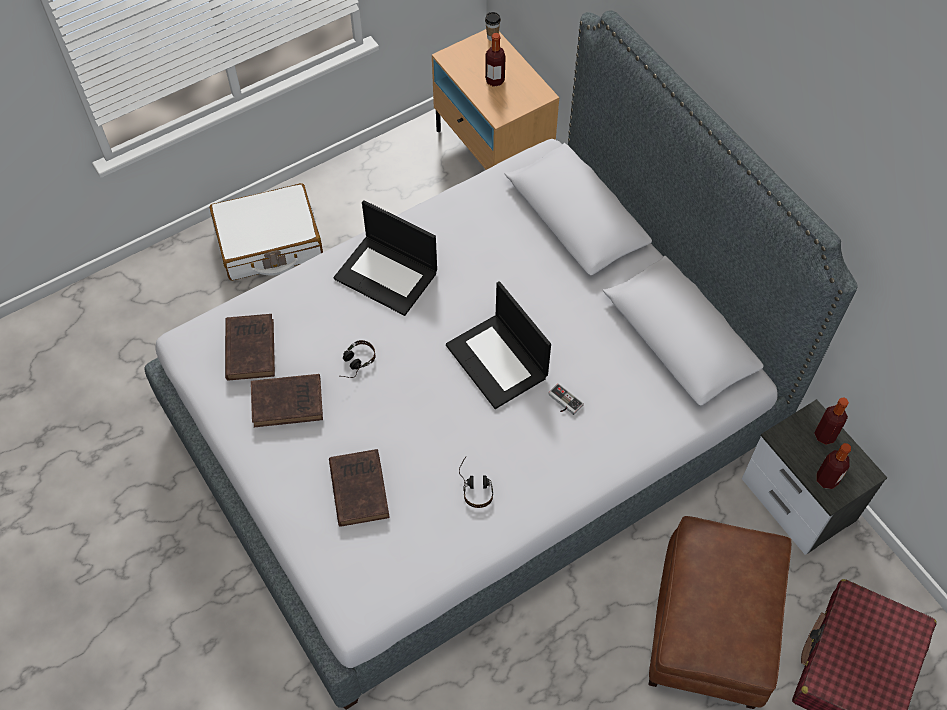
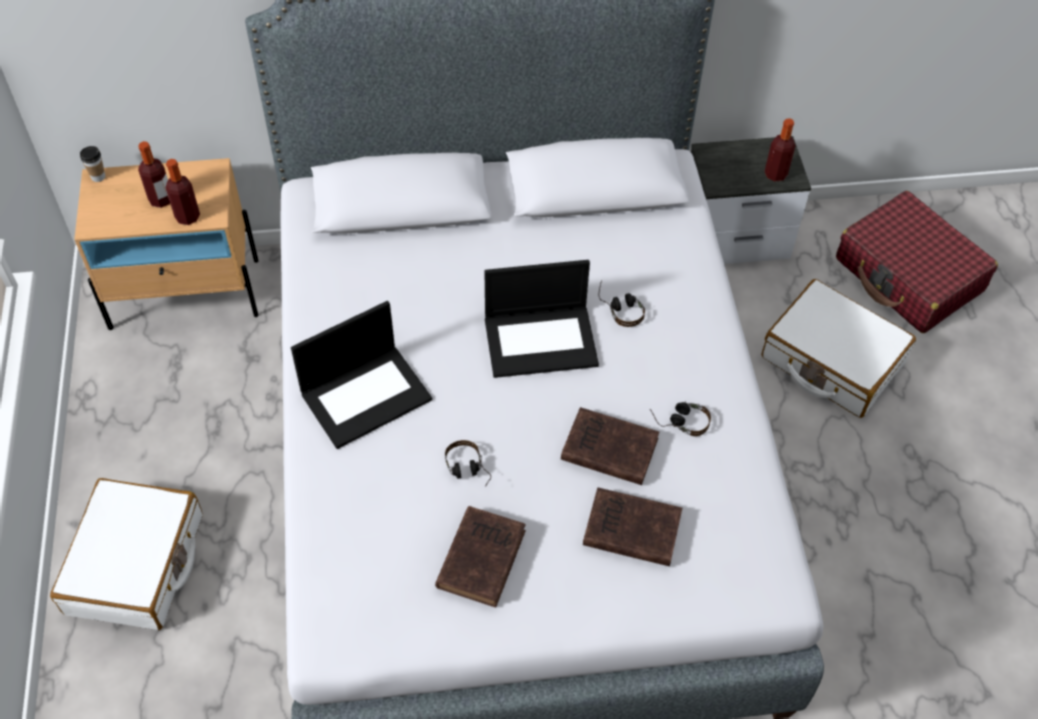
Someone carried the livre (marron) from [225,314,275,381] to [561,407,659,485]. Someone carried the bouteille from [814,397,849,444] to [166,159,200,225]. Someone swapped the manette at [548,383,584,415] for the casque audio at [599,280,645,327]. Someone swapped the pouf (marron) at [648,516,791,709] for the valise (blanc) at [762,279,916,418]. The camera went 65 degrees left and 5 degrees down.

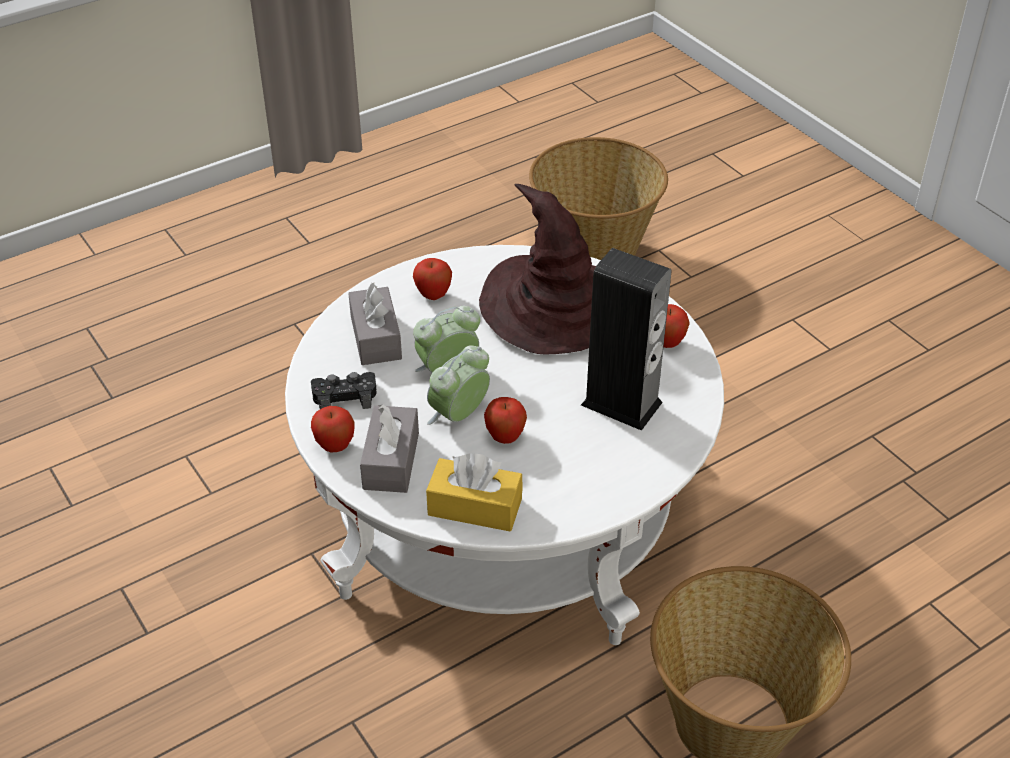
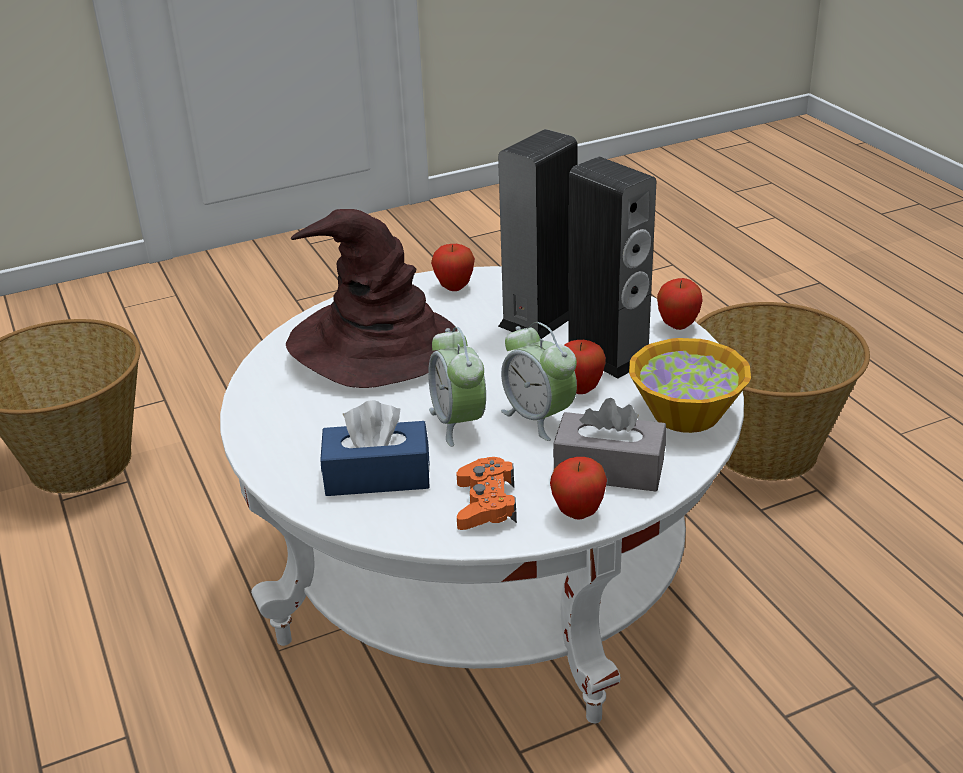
Someone put down the enceinte at [568,157,656,378]. Someone carried the pomme from [413,258,452,300] to [657,278,702,330]. Someone swapped the boîte à mouchoirs (jaune) at [426,453,522,531] for the bol at [629,338,751,433]. Someone repainted the manette (noir) at [311,372,377,409], which became the manette (orange) at [457,457,517,530]. Someone repainted the boîte à mouchoirs (gris) at [348,283,402,365], which became the boîte à mouchoirs (bleu) at [320,400,430,496]. The camera went 80 degrees left and 10 degrees down.

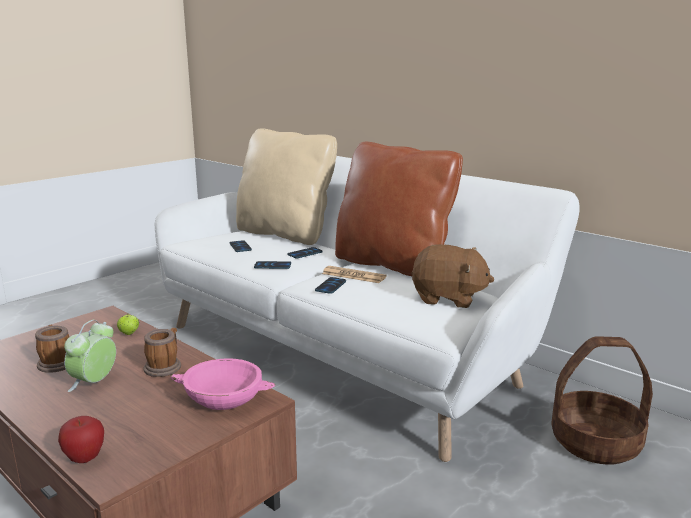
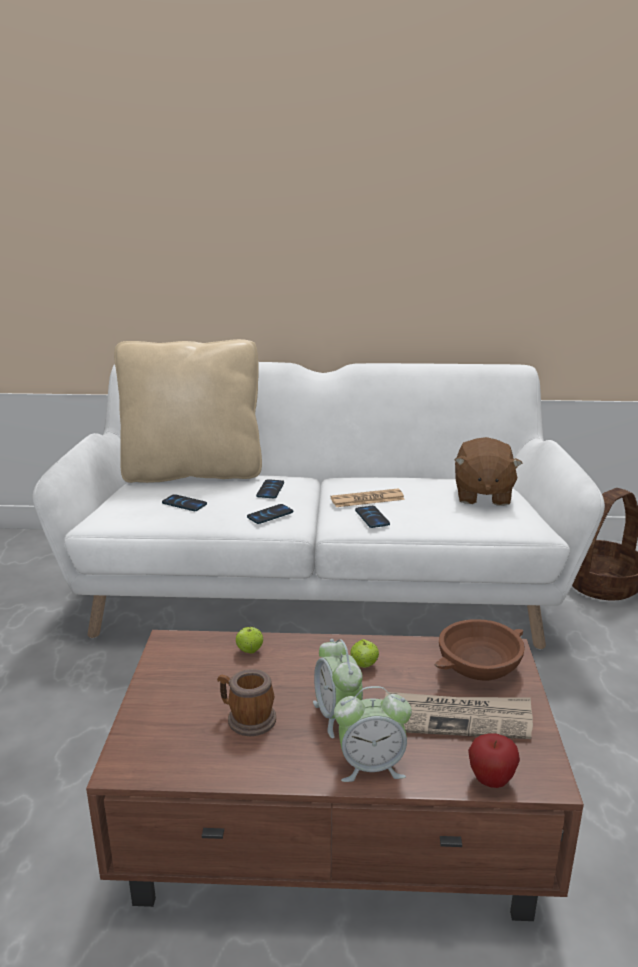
Someone took away the coussin (marron) at [335,142,463,276]. Someone put down the réveil at [334,686,412,782]. Someone put down the journal at [380,692,533,739]. Someone swapped the mug at [144,328,181,377] for the pomme at [351,639,379,668]. Someone repainted the bol (rose) at [170,358,275,410], which became the bol (marron) at [435,619,525,681]. Someone rotated the peluche (marron) at [411,244,494,308] by 120 degrees clockwise. The camera went 40 degrees left and 5 degrees up.

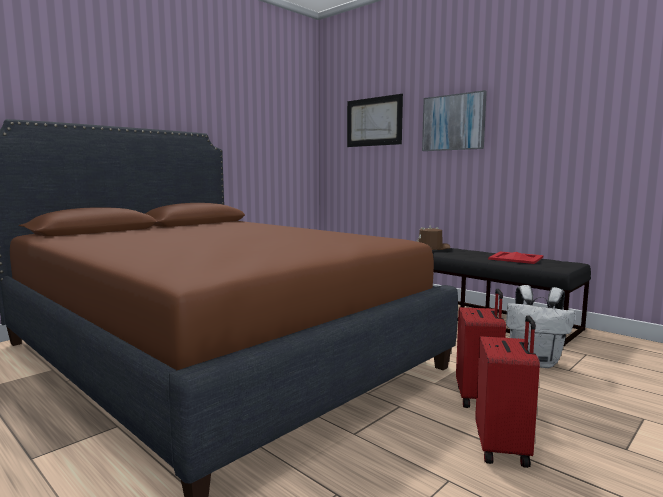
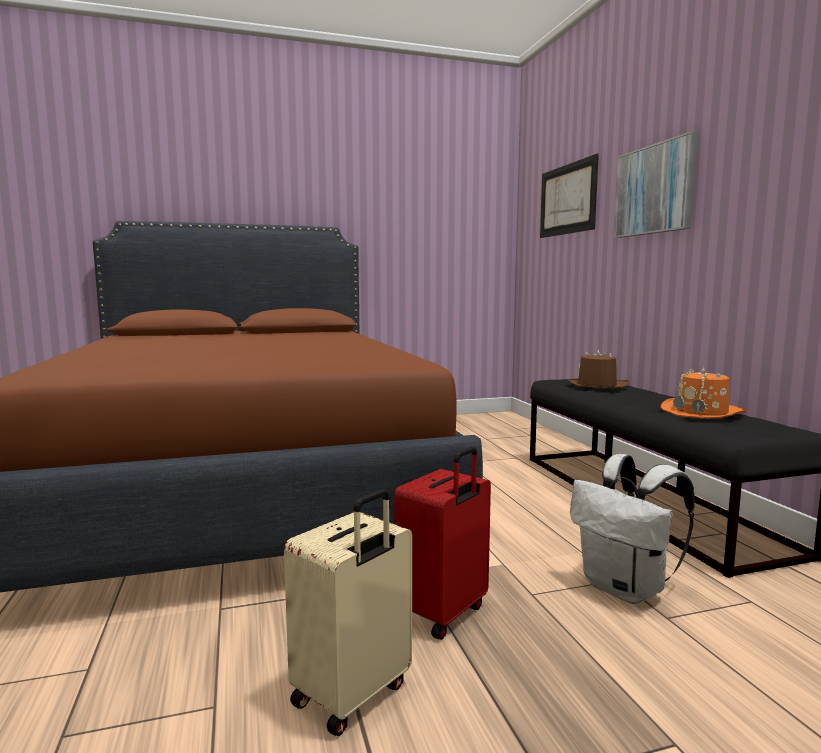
Someone swapped the plateau (rouge) at [488,252,543,264] for the chapeau (orange) at [660,367,746,419]. Someone repainted the valise (rouge) at [475,315,540,468], which became the valise (beige) at [284,489,412,736]. The camera went 30 degrees right and 0 degrees up.

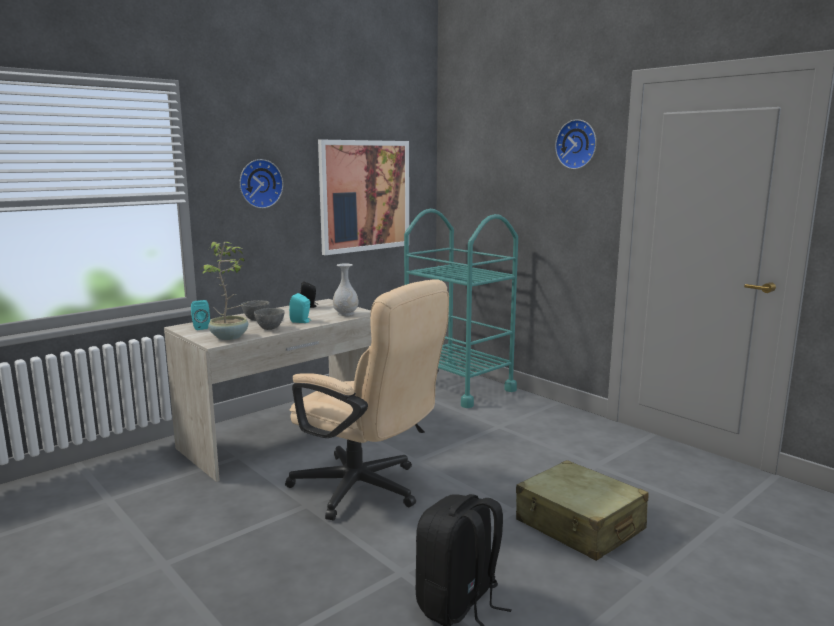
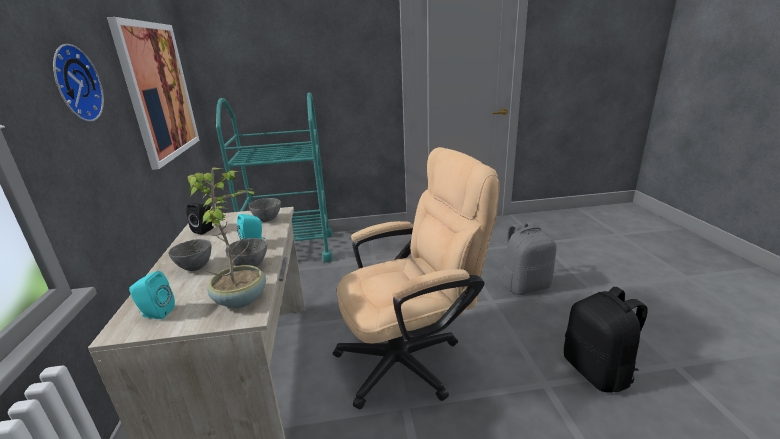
Someone took away the horloge murale at [555,119,596,169]. Someone swapped the vase (blanc) at [333,264,359,316] for the bol (gris) at [249,198,281,222]. Someone swapped the valise (beige) at [516,460,649,561] for the sac à dos (gris) at [501,221,557,295]. The camera went 55 degrees left and 10 degrees up.

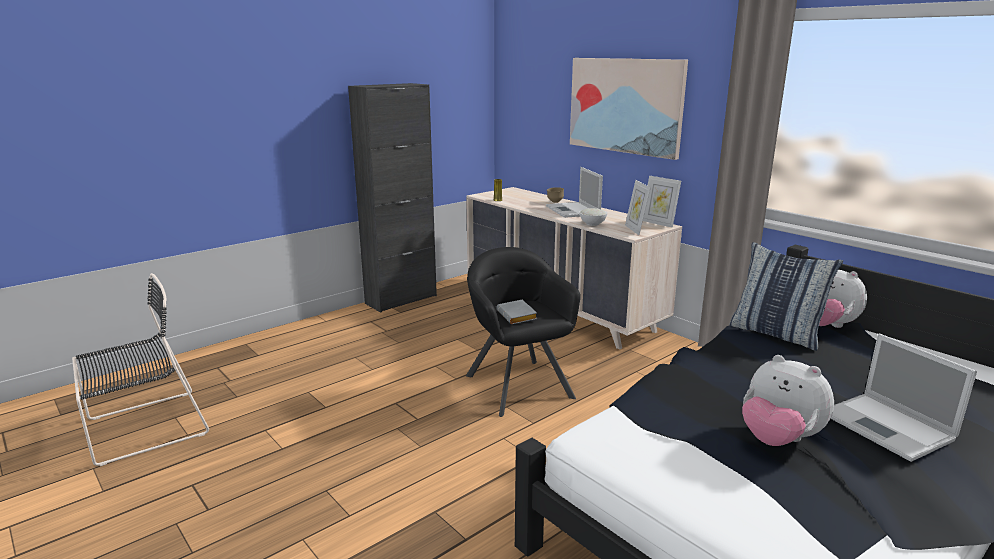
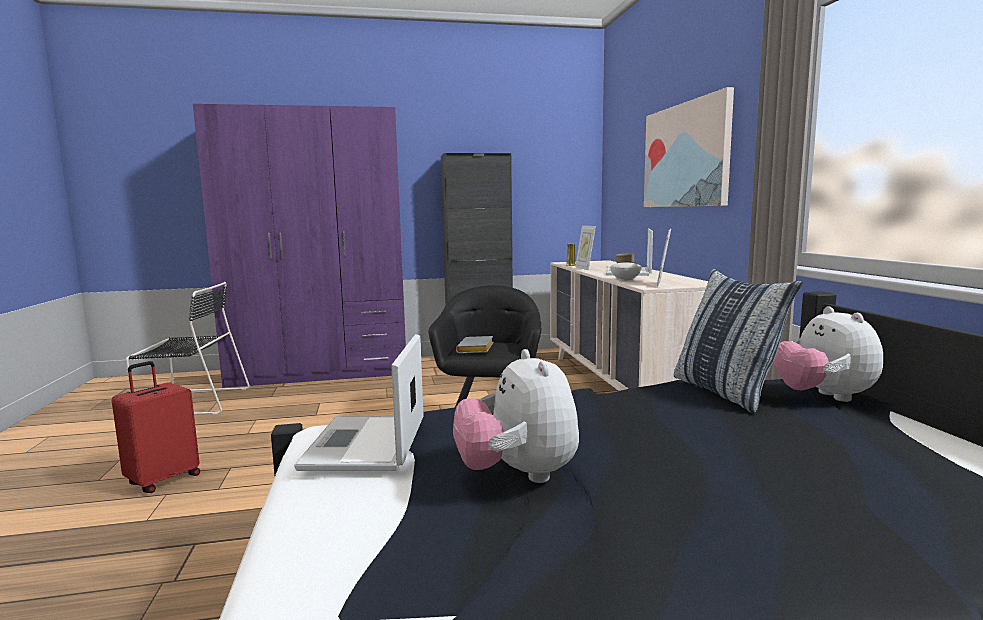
Someone put down the valise (rouge) at [112,361,200,493]. Someone put down the armoire (violet) at [193,104,406,388]. Someone carried the cadre photo from [643,176,681,228] to [575,225,596,270]. Someone carried the ordinateur portable from [831,333,977,462] to [294,334,424,471]. The camera went 30 degrees right and 10 degrees down.

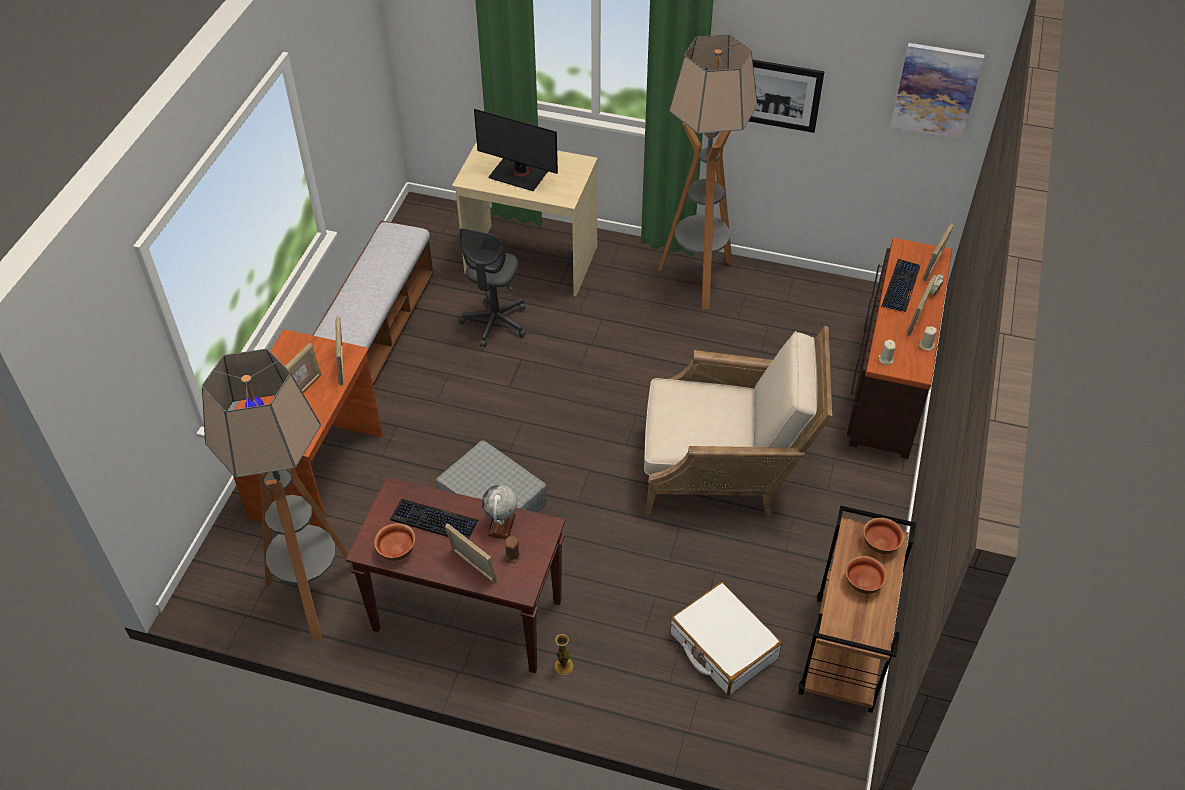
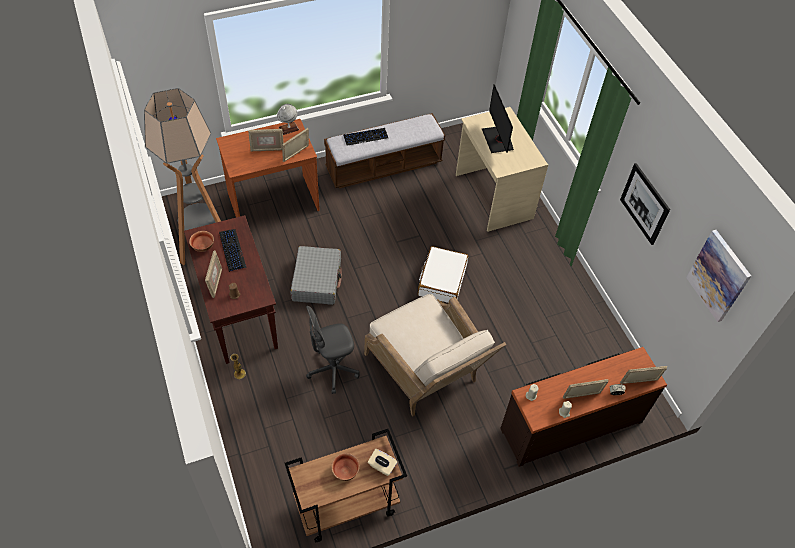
Someone took away the lampadaire at [658,34,758,309]. Someone carried the chaise de bureau (gris) from [459,228,526,347] to [306,306,360,394]. Someone carried the globe from [482,485,517,539] to [277,104,299,135]. Someone carried the valise (blanc) from [670,582,782,695] to [418,246,468,303]. Someone carried the clavier from [882,259,920,313] to [343,128,388,146]. Someone swapped the bol at [863,518,904,554] for the boîte à mouchoirs (beige) at [368,449,397,476]. The camera went 50 degrees right and 5 degrees up.

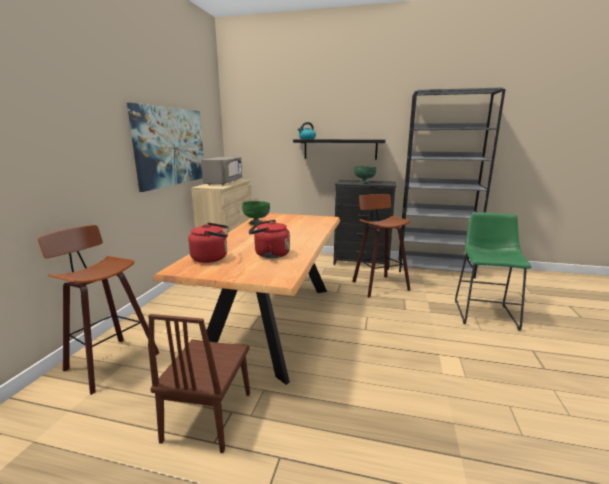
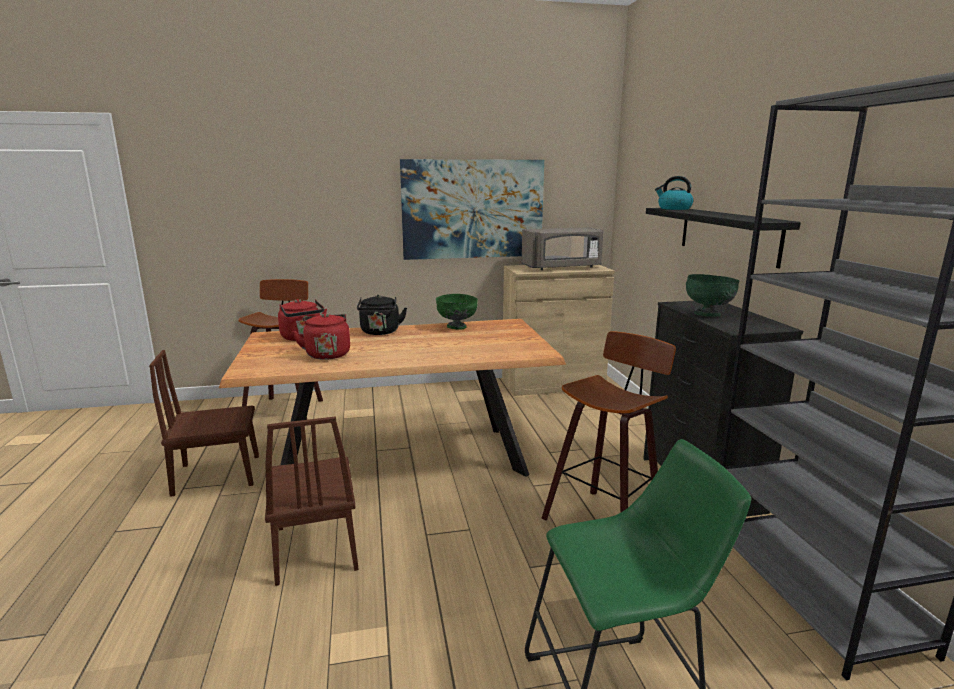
Someone put down the chaise (marron) at [265,417,359,586]. Someone put down the bouilloire (noir) at [357,295,407,335]. The camera went 65 degrees right and 0 degrees up.

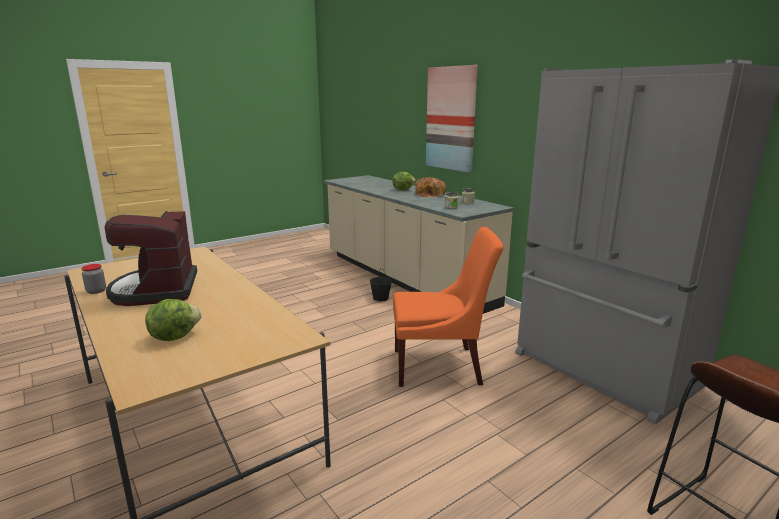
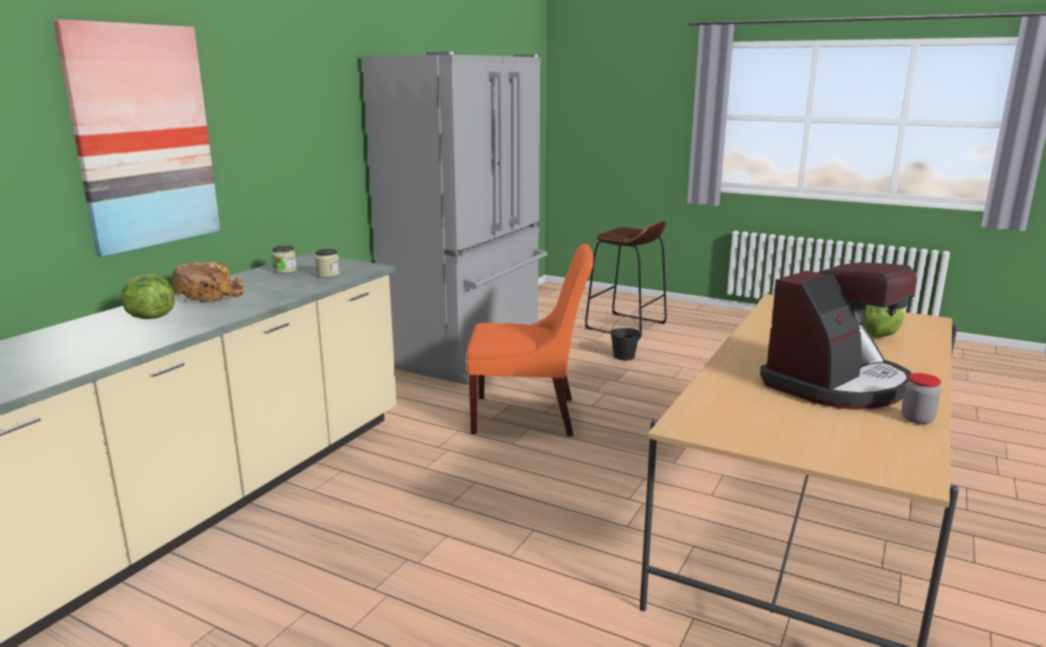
Someone carried the seau (noir) from [370,268,392,301] to [610,315,640,360]. Someone rotated the chaise (orange) at [393,227,504,387] by 120 degrees clockwise. The camera went 115 degrees left and 0 degrees up.

